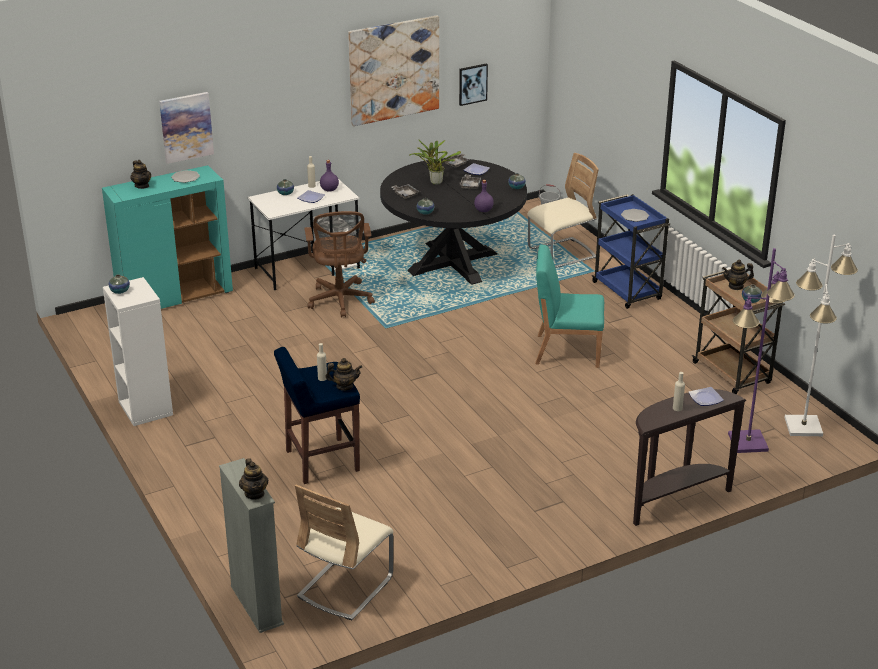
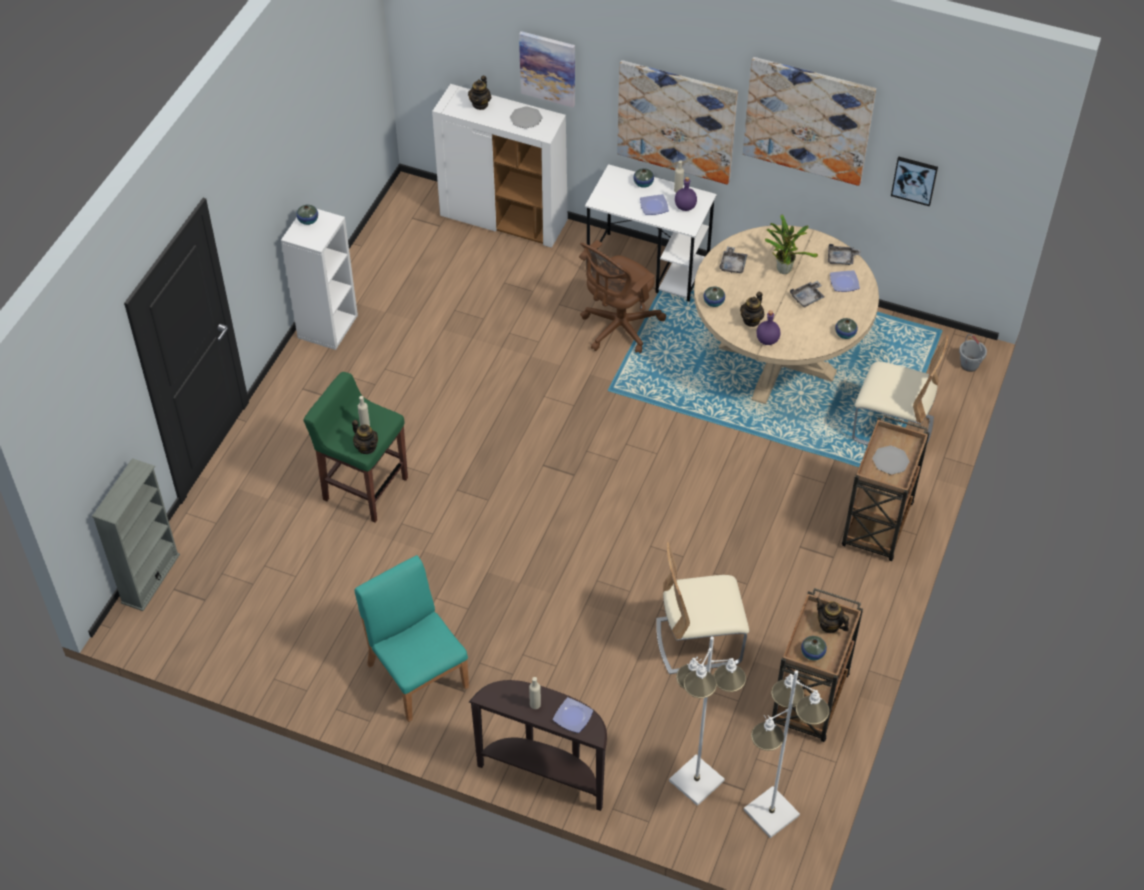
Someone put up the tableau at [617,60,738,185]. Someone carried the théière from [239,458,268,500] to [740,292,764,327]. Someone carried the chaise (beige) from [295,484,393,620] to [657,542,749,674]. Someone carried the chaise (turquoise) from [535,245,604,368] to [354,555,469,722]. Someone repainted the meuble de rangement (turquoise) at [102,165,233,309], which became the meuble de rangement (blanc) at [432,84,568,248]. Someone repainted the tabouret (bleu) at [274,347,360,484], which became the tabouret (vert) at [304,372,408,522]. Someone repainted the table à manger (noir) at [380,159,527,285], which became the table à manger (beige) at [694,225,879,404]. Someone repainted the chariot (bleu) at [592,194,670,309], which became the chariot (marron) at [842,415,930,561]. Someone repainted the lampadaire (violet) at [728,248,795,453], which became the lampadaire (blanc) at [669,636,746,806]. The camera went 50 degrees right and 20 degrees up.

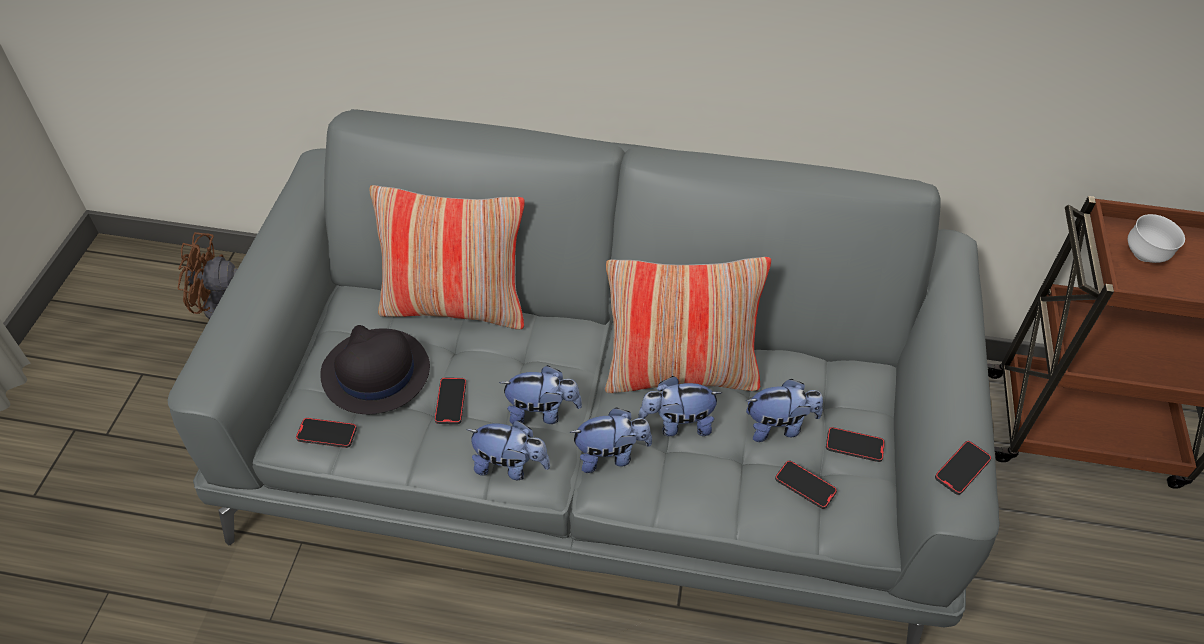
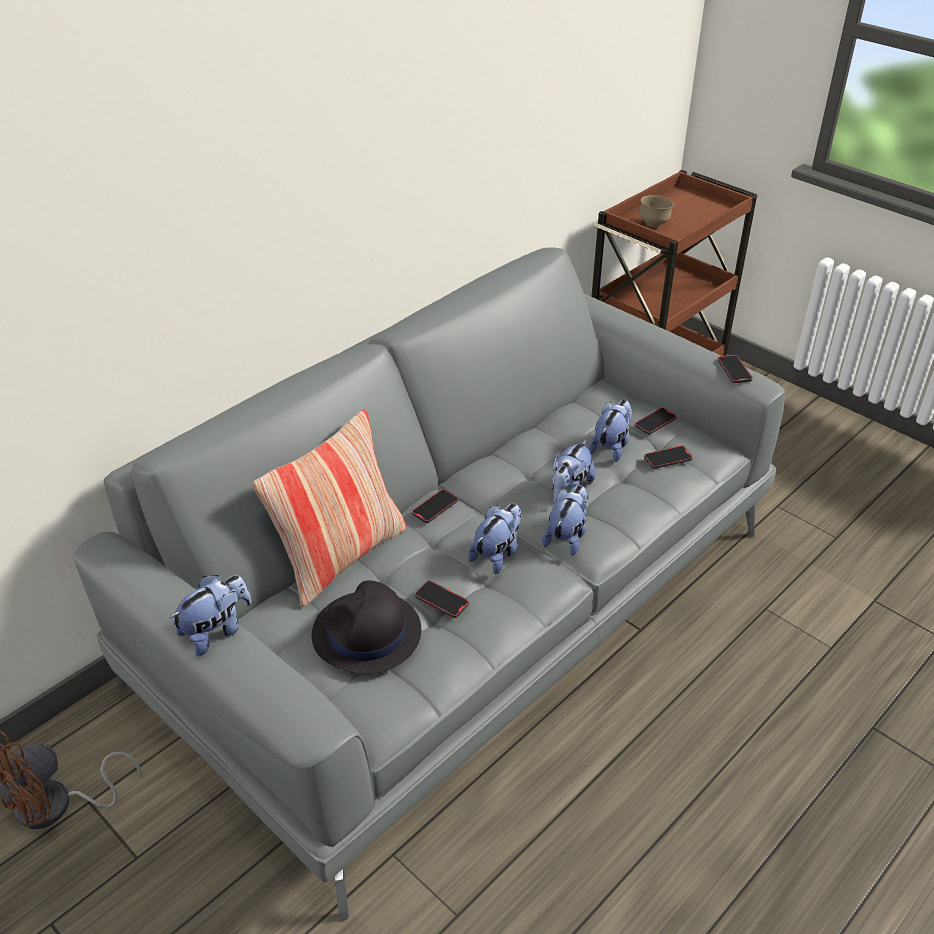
Someone took away the coussin at [605,257,771,393]. Someone carried the téléphone from [296,418,357,448] to [412,489,458,523]. Someone carried the peluche from [466,420,550,481] to [169,575,251,656]. Someone repainted the bol (blanc) at [1128,214,1185,263], which became the bol (marron) at [639,195,674,227]. The camera went 55 degrees left and 10 degrees down.

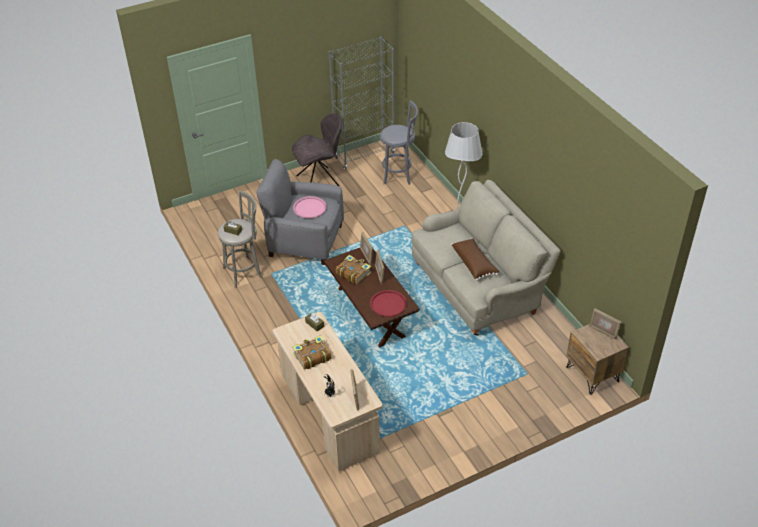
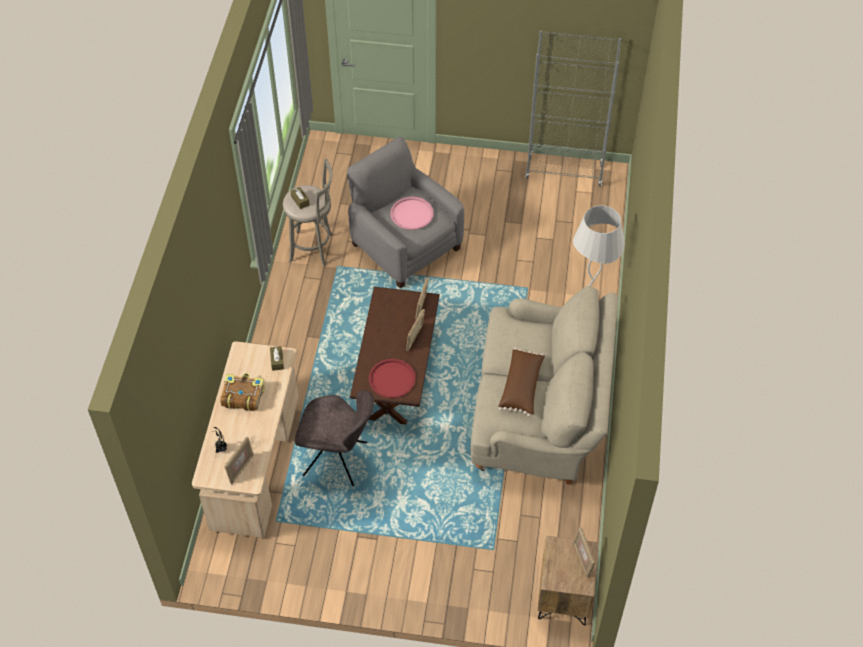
Someone took away the livre at [336,255,371,284]. Someone took away the tabouret (gris) at [380,100,418,185]. Someone carried the chaise (gris) from [292,114,342,186] to [295,390,374,486]. The camera went 35 degrees right and 10 degrees up.

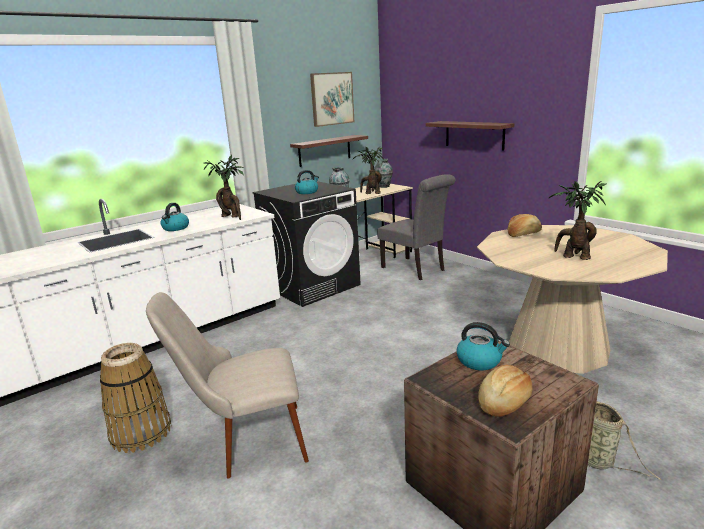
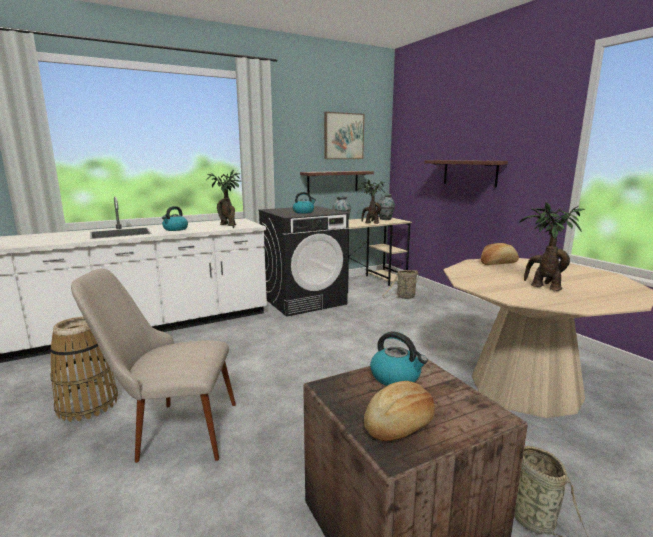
Someone swapped the chaise (gris) at [377,174,455,280] for the panier at [382,270,422,300]. The camera went 10 degrees right and 5 degrees down.

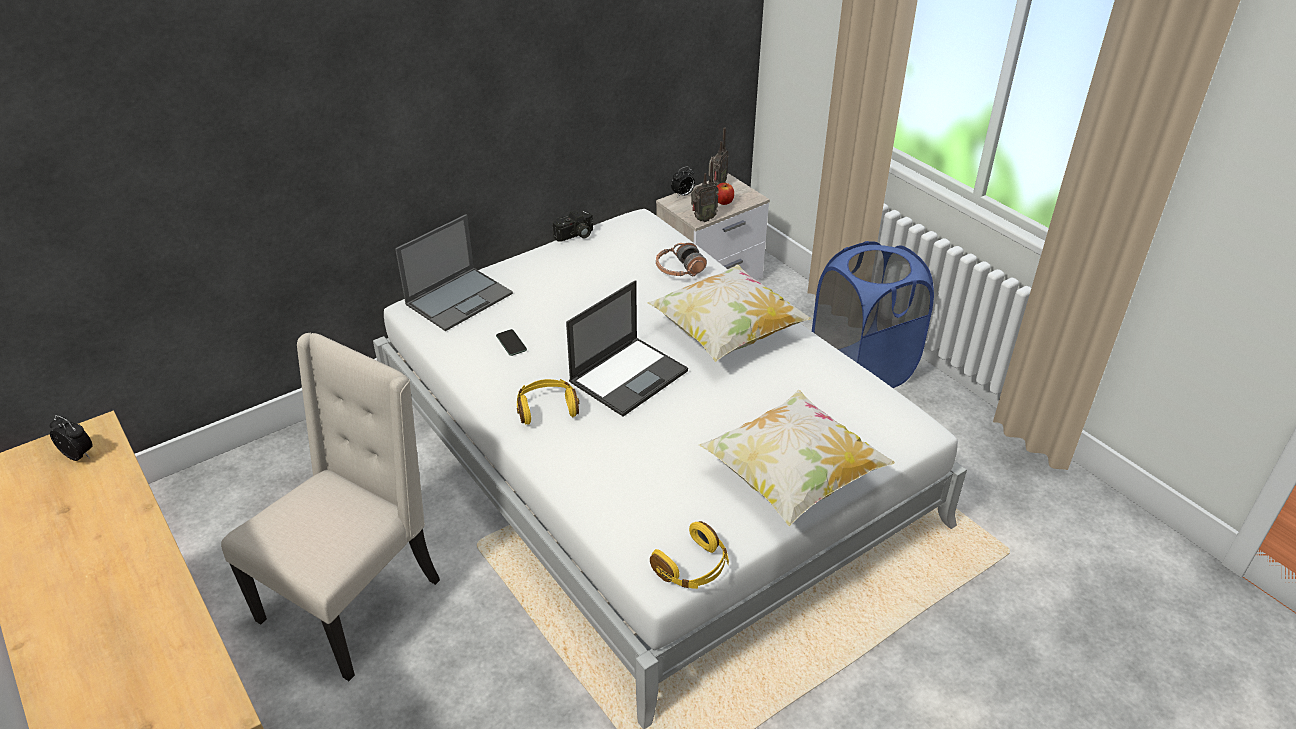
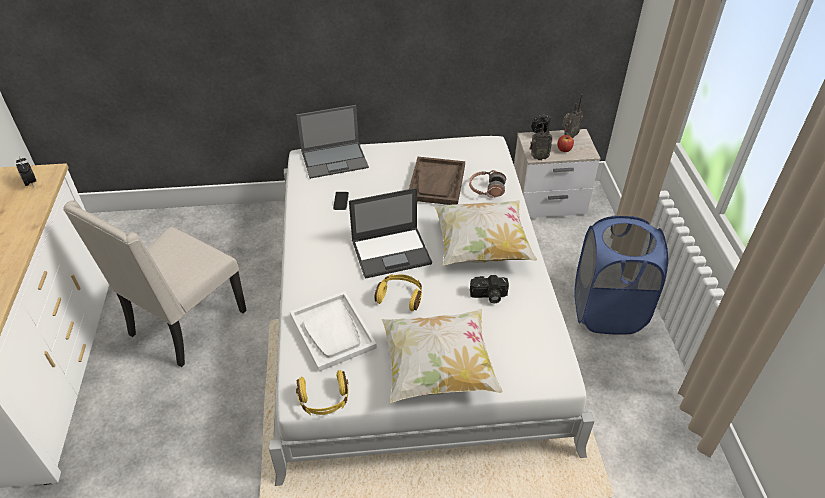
Someone put down the plateau (blanc) at [290,291,377,372]. Someone put down the plateau (marron) at [409,157,465,205]. Someone carried the casque audio (jaune) from [517,379,579,425] to [375,274,422,311]. Someone carried the appareil photo from [553,210,593,242] to [470,275,509,303]. Someone rotated the chaise (beige) at [221,333,440,681] by 150 degrees clockwise. The camera went 30 degrees right and 5 degrees up.

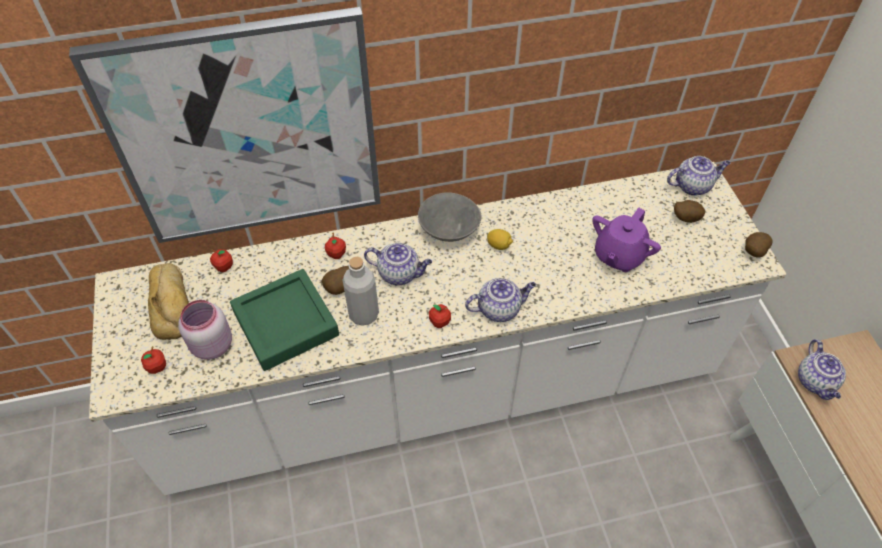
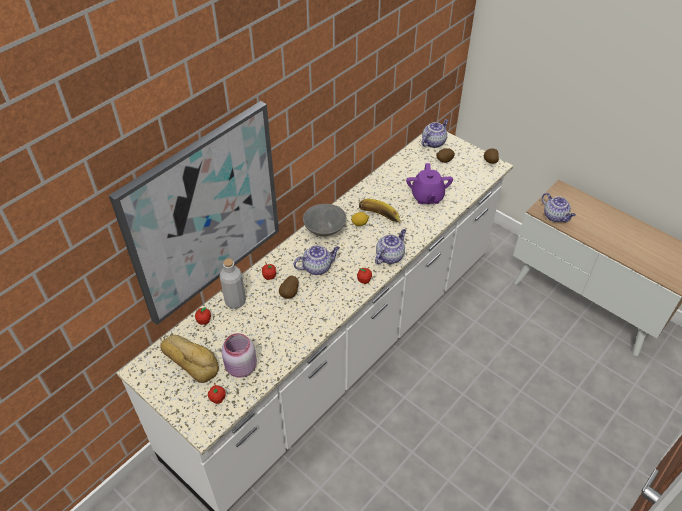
Someone took away the plateau (vert) at [230,269,339,371]. Someone put down the banane at [359,199,402,224]. Someone carried the bouteille (gris) from [342,257,379,326] to [219,258,246,309]. The camera went 35 degrees left and 5 degrees down.

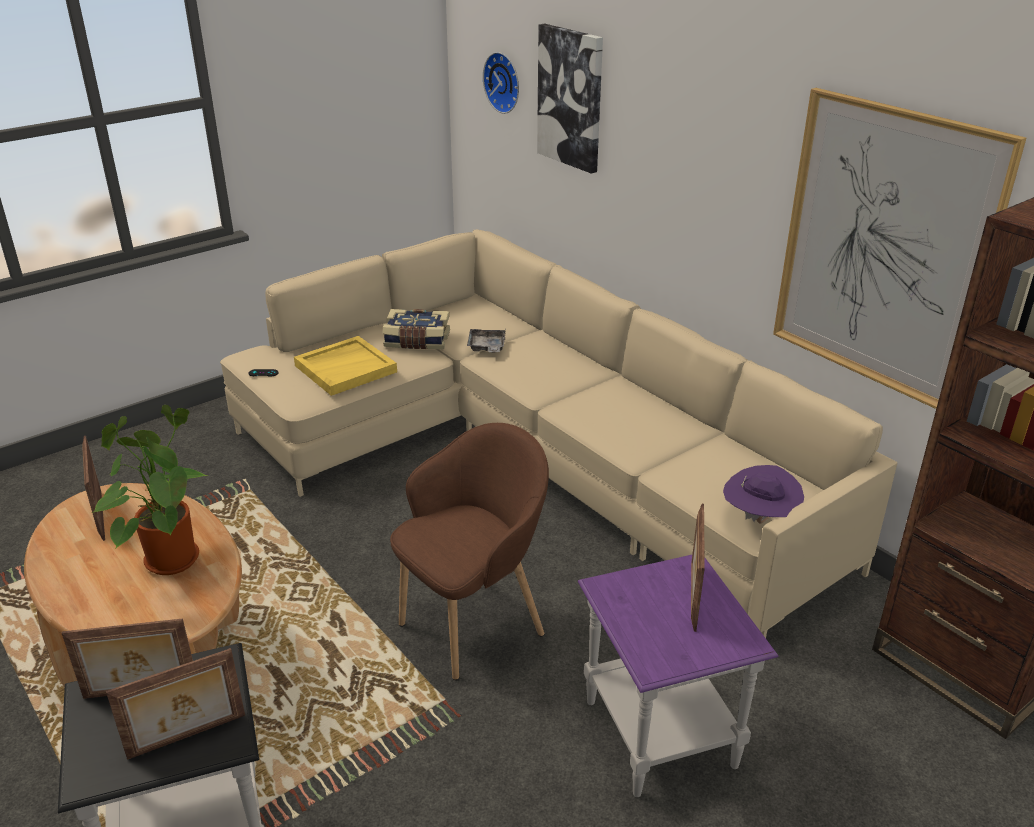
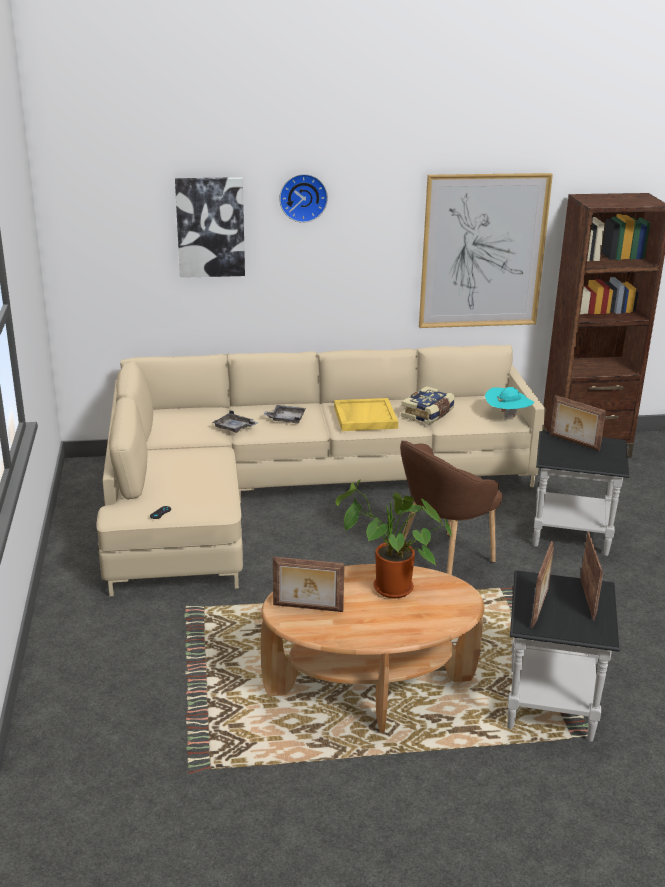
Someone put down the plateau (gris) at [263,405,306,424]. Someone carried the plateau (jaune) from [294,336,397,396] to [334,398,398,431]. Someone carried the livre from [382,309,450,349] to [401,386,455,425]. Someone carried the horloge murale from [483,52,519,114] to [279,174,328,223]. Someone repainted the table d'appoint (violet) at [578,555,779,797], which became the table d'appoint (noir) at [533,431,629,556]. Someone repainted the chapeau (violet) at [723,465,804,524], which became the chapeau (turquoise) at [485,387,534,420]. Someone rotated the fauteuil (marron) at [390,423,549,680] by 120 degrees counterclockwise. The camera went 60 degrees left and 5 degrees down.

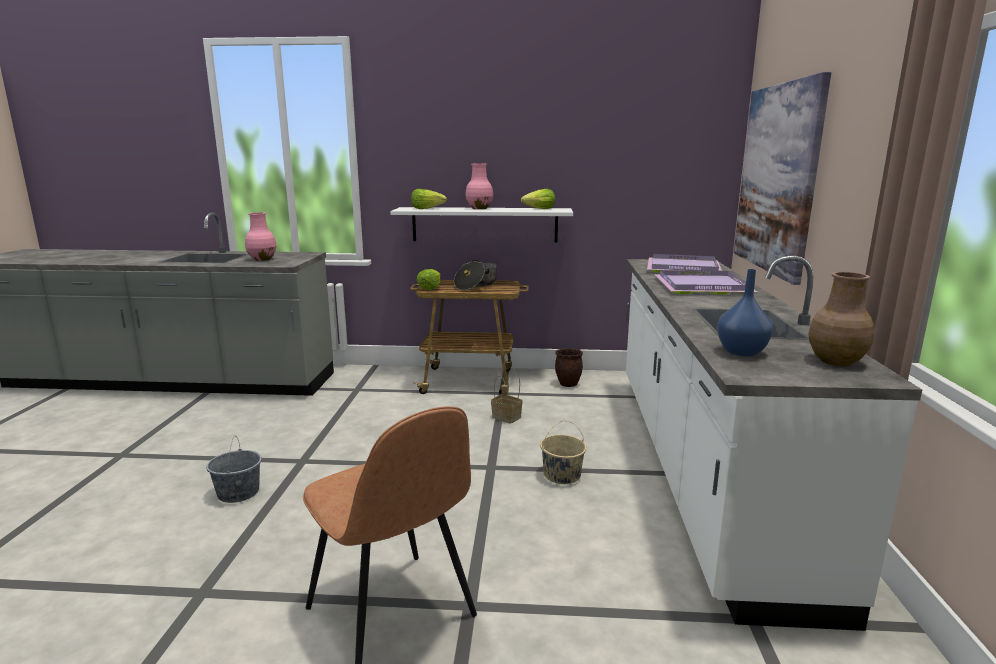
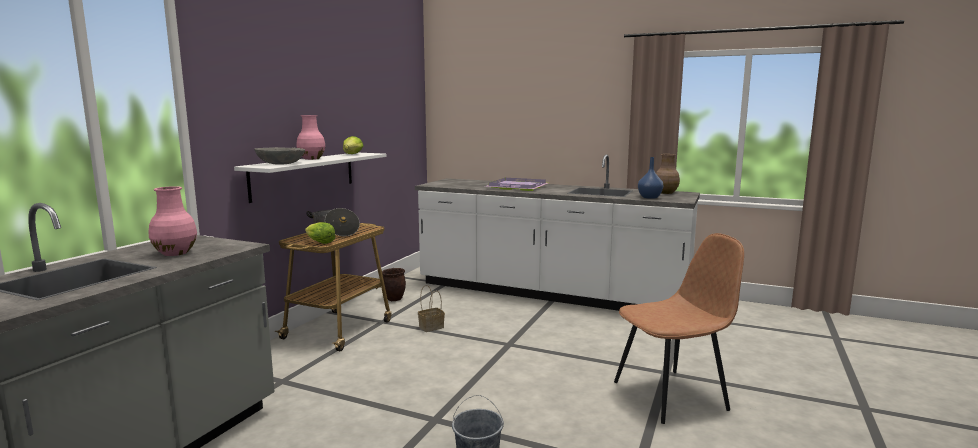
Someone took away the seau (beige) at [540,421,587,484]. Someone took away the plateau (violet) at [647,254,722,274]. Someone took away the tableau at [734,72,831,285]. Someone swapped the laitue at [411,189,447,209] for the bol (gris) at [254,147,305,165]. The camera went 70 degrees left and 5 degrees down.

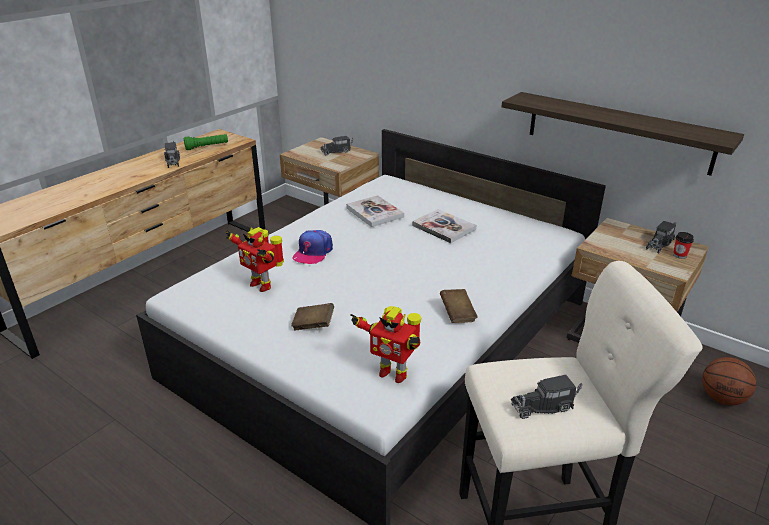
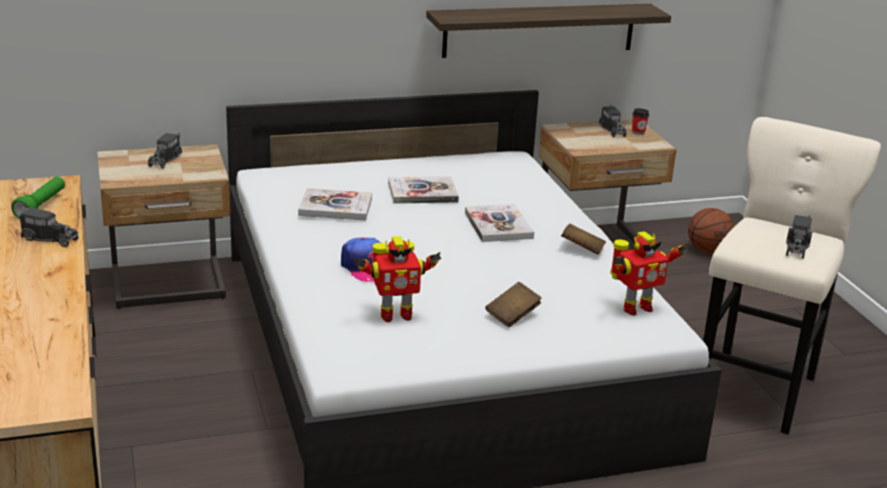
Someone put down the livre at [465,204,534,242]. The camera went 55 degrees left and 5 degrees down.

